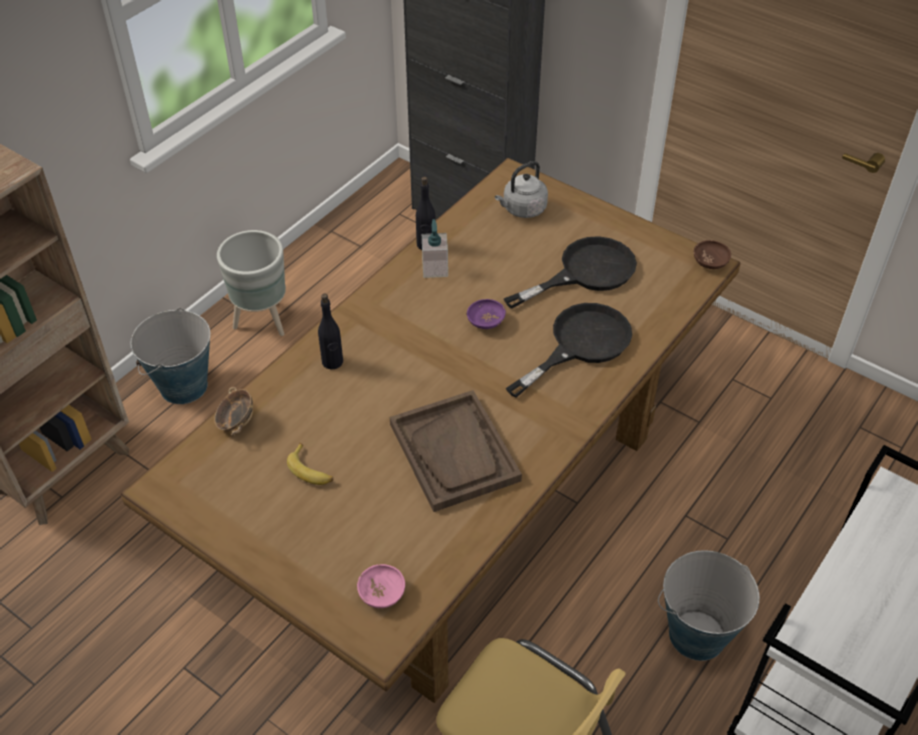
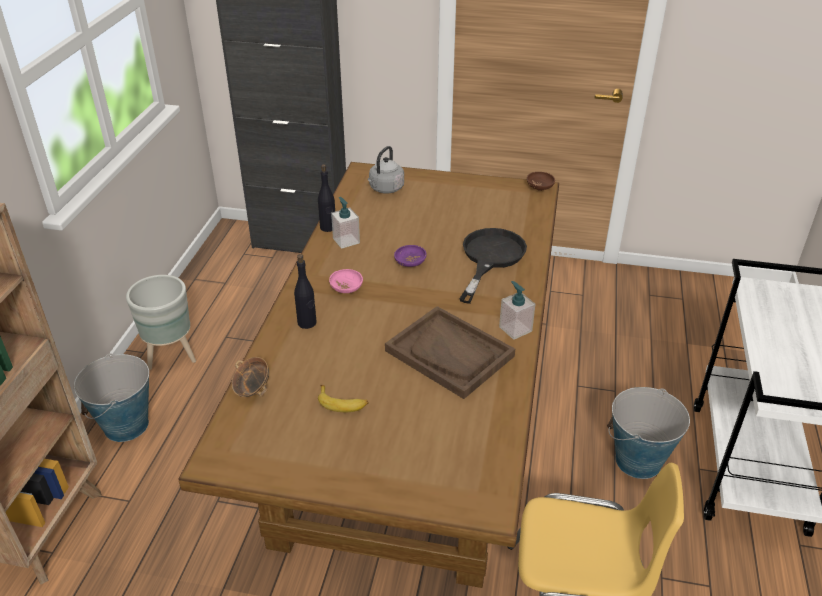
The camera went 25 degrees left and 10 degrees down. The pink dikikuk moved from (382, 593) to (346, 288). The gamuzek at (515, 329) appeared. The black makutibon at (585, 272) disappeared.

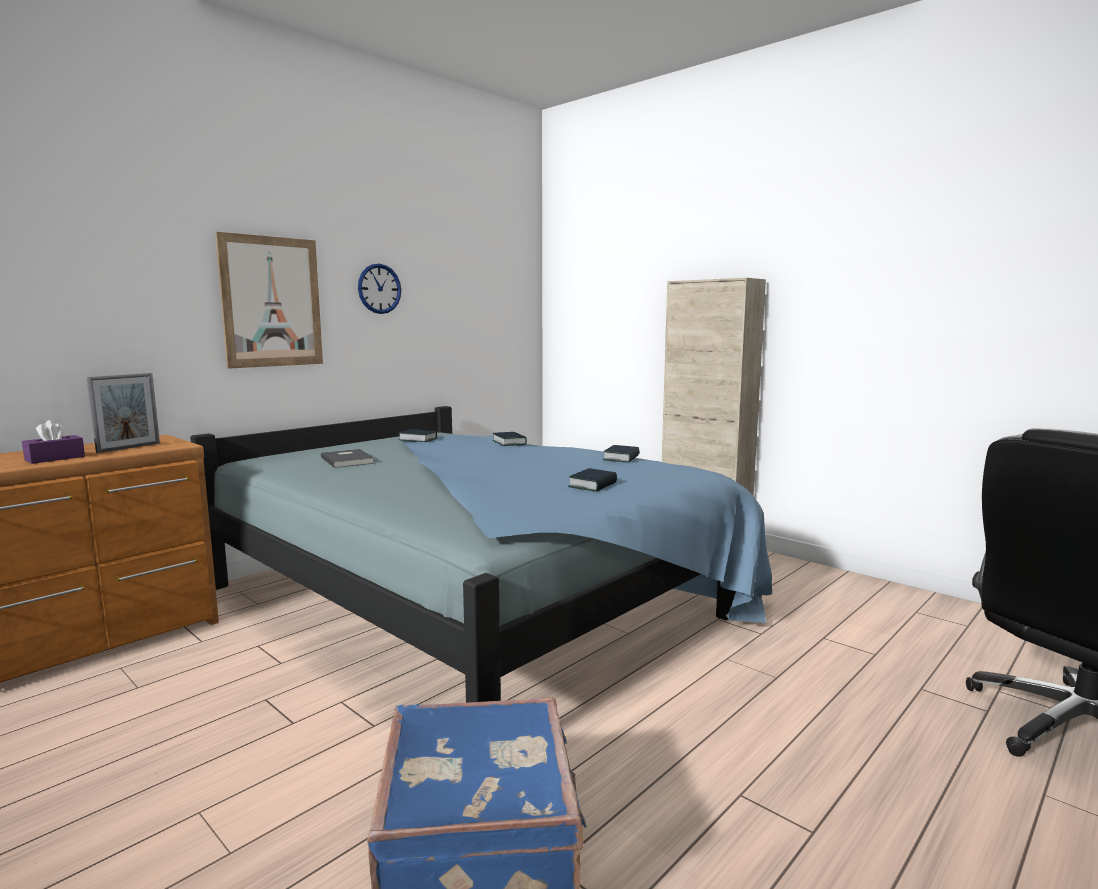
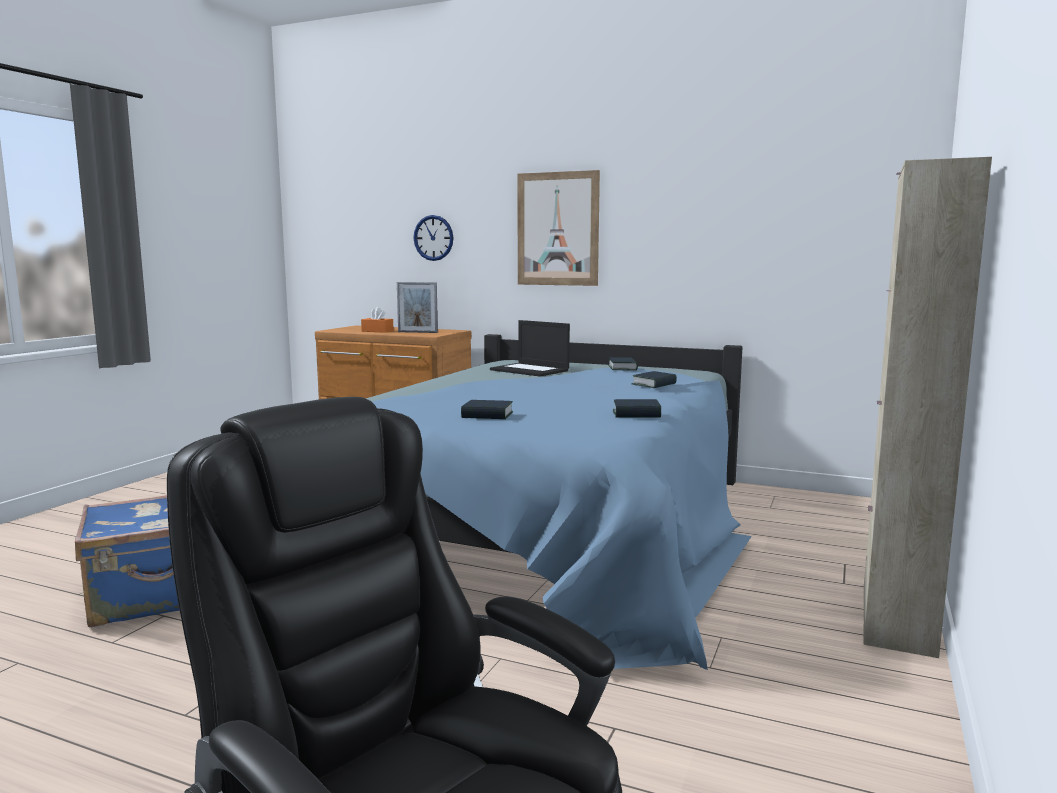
The camera went 70 degrees right and 0 degrees up. The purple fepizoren at (55, 458) became the orange fepizoren at (377, 331). The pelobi moved from (379, 288) to (433, 238). The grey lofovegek at (348, 460) was replaced by the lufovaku at (530, 370).

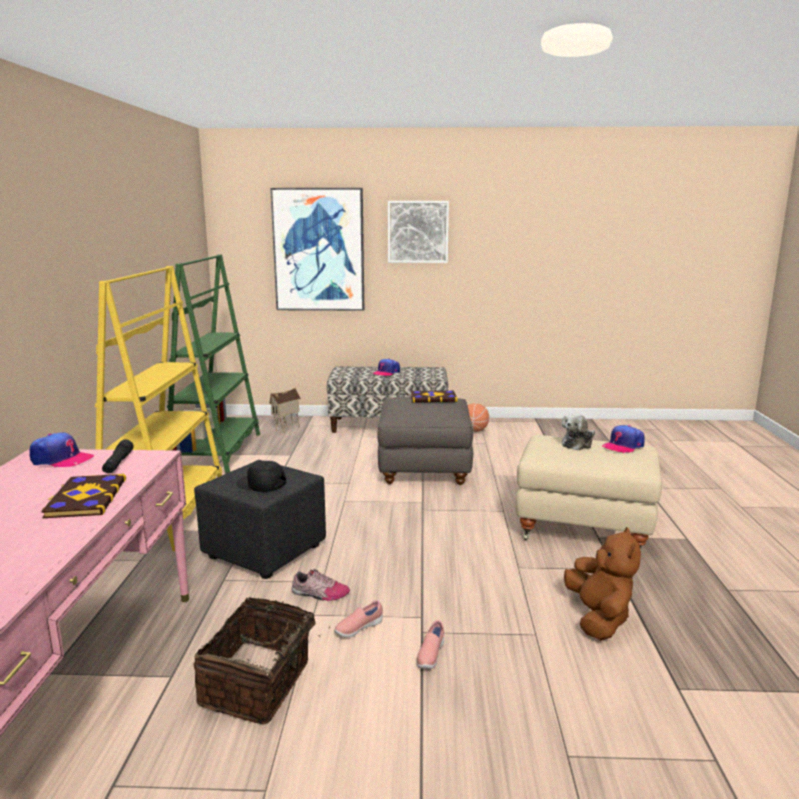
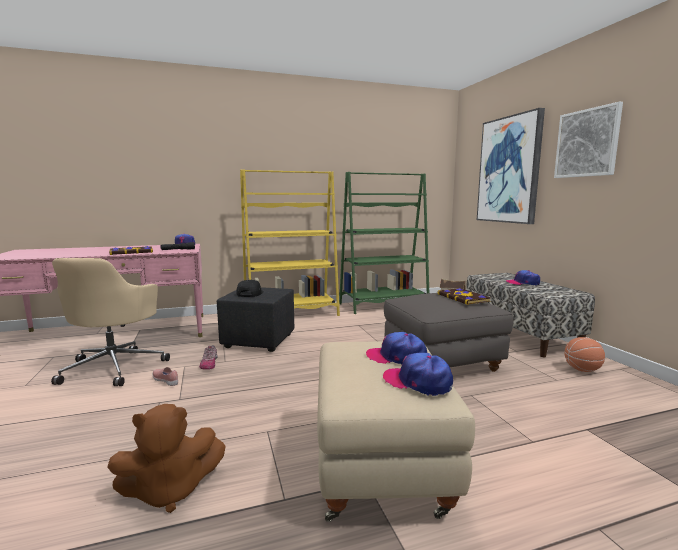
The camera went 70 degrees right and 5 degrees down. The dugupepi at (259, 684) was replaced by the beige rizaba at (115, 367). The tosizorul at (578, 444) was replaced by the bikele at (396, 357). The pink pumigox at (430, 656) disappeared.

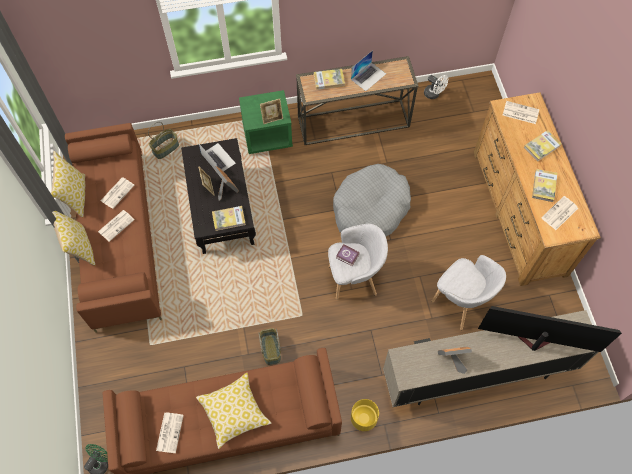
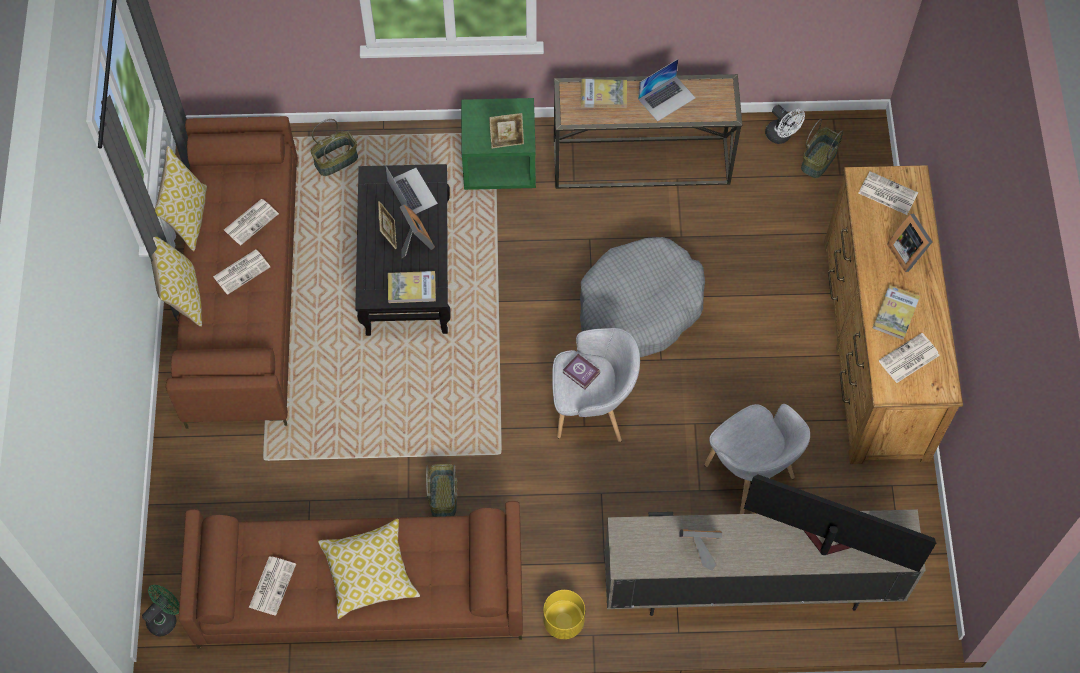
The camera went 10 degrees right and 0 degrees up. The dugupepi at (818, 159) appeared. The lofovegek at (542, 146) was replaced by the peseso at (908, 252).

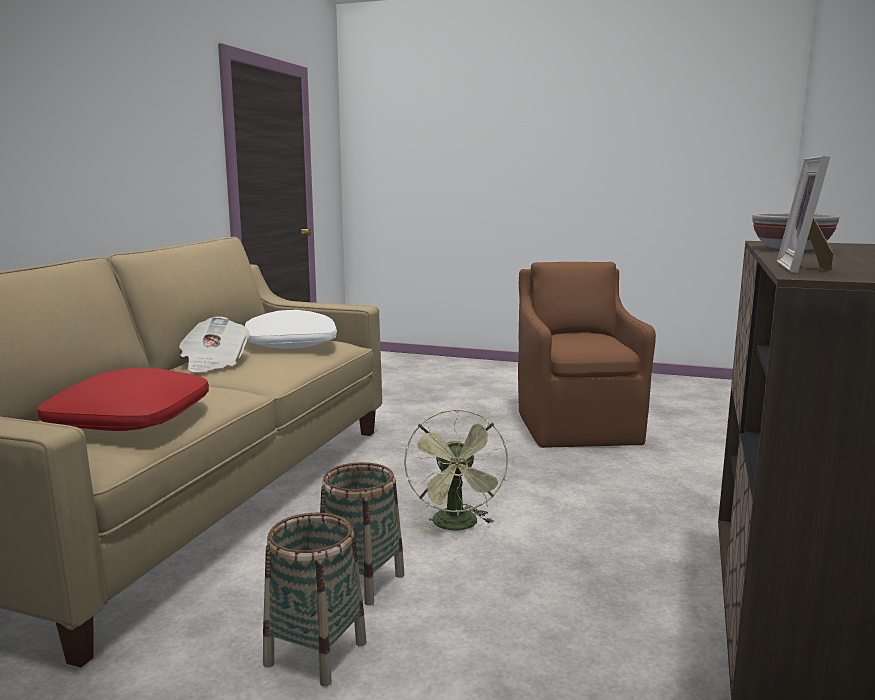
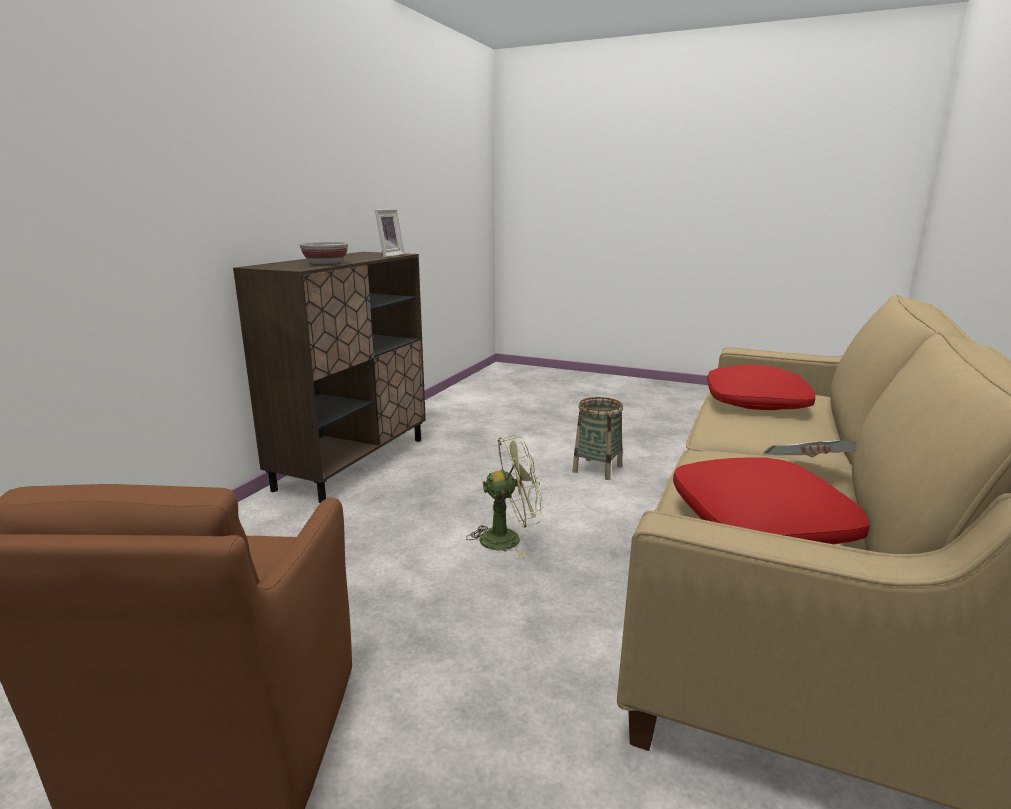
The camera went 175 degrees left and 5 degrees up. The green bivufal at (458, 526) turned 75 degrees clockwise. The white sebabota at (290, 343) became the red sebabota at (762, 521). The dugupepi at (361, 581) disappeared.

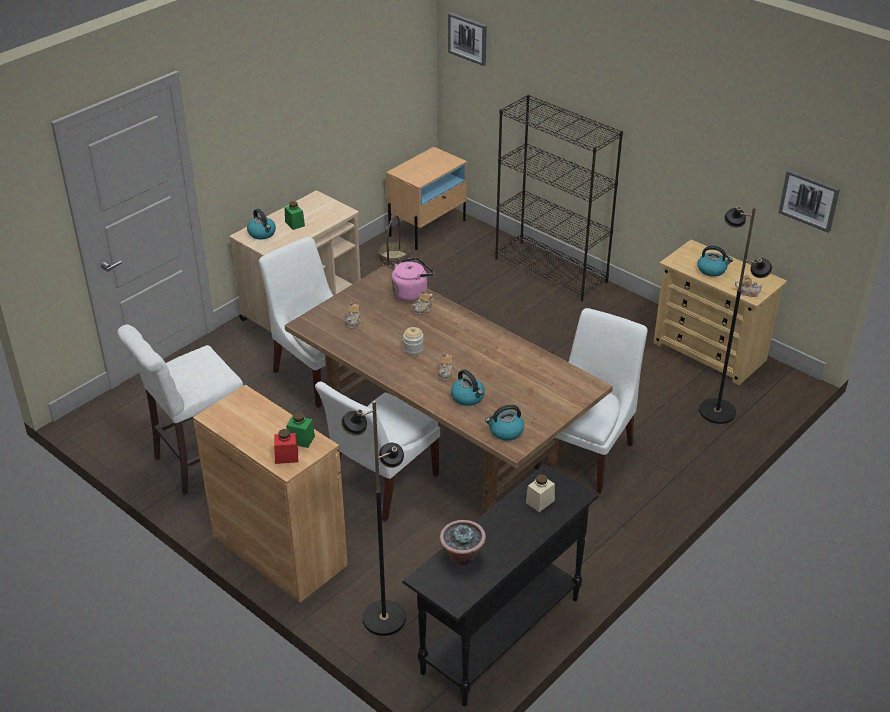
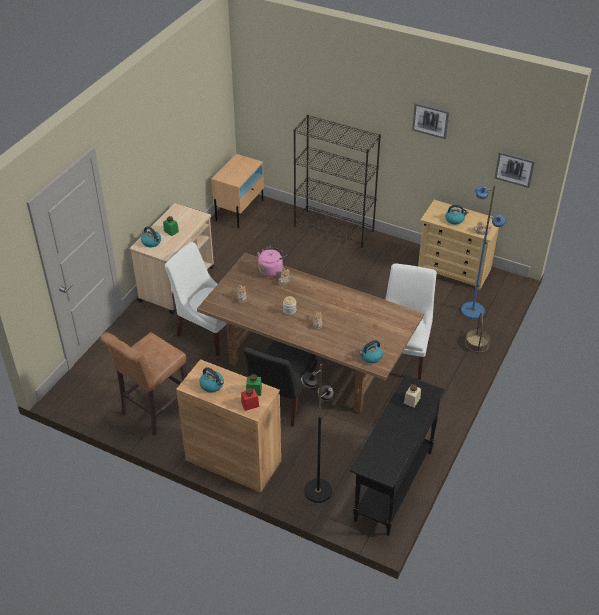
The camera went 15 degrees left and 5 degrees up. The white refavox at (197, 463) became the brown refavox at (153, 412). The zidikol moved from (468, 397) to (212, 385). The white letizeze at (380, 484) became the black letizeze at (280, 401). The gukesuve moved from (467, 38) to (431, 120). The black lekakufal at (717, 411) became the blue lekakufal at (472, 310). The dugupepi moved from (394, 259) to (477, 343). The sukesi at (462, 555) disappeared.

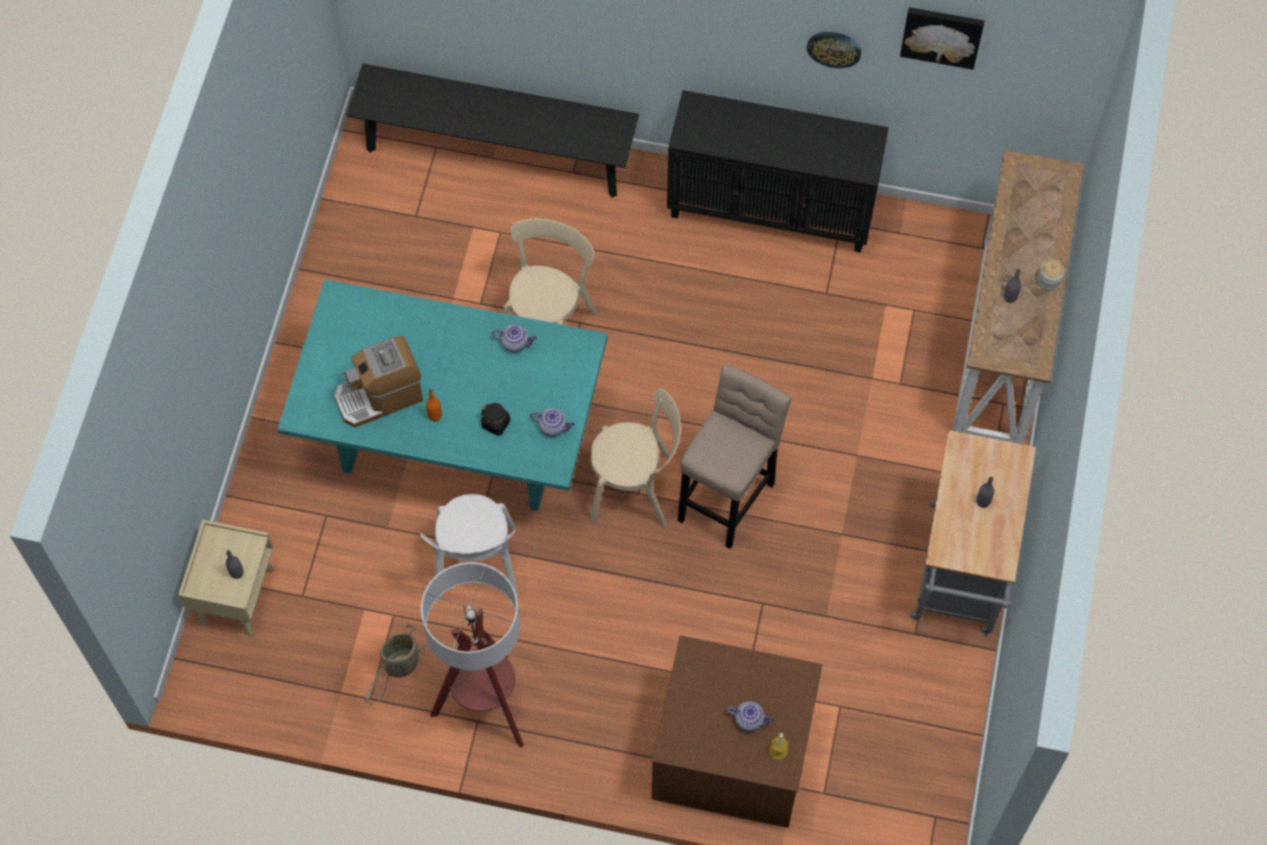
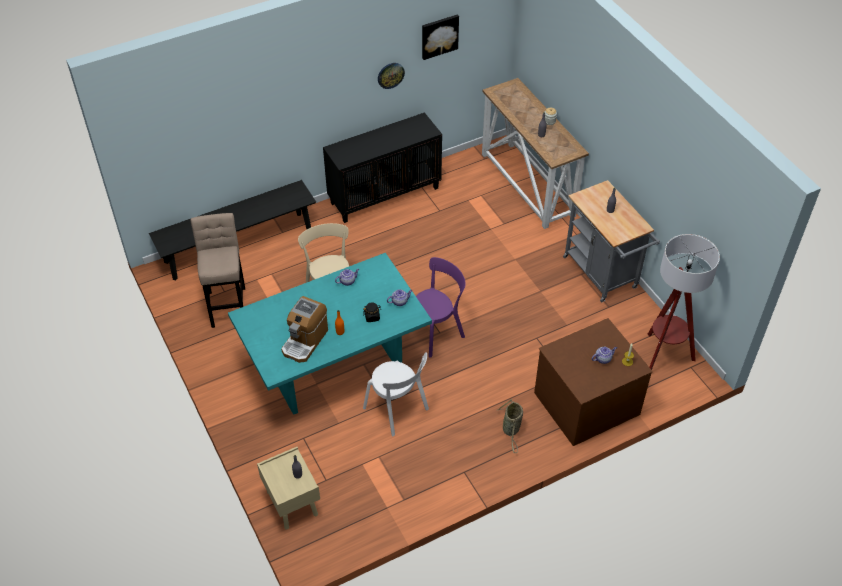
The camera went 40 degrees left and 15 degrees down. The beige refavox moved from (728, 496) to (228, 304). The beige letizeze at (635, 488) became the purple letizeze at (436, 331). The dugupepi moved from (400, 667) to (511, 430). The lekakufal moved from (486, 705) to (663, 356).

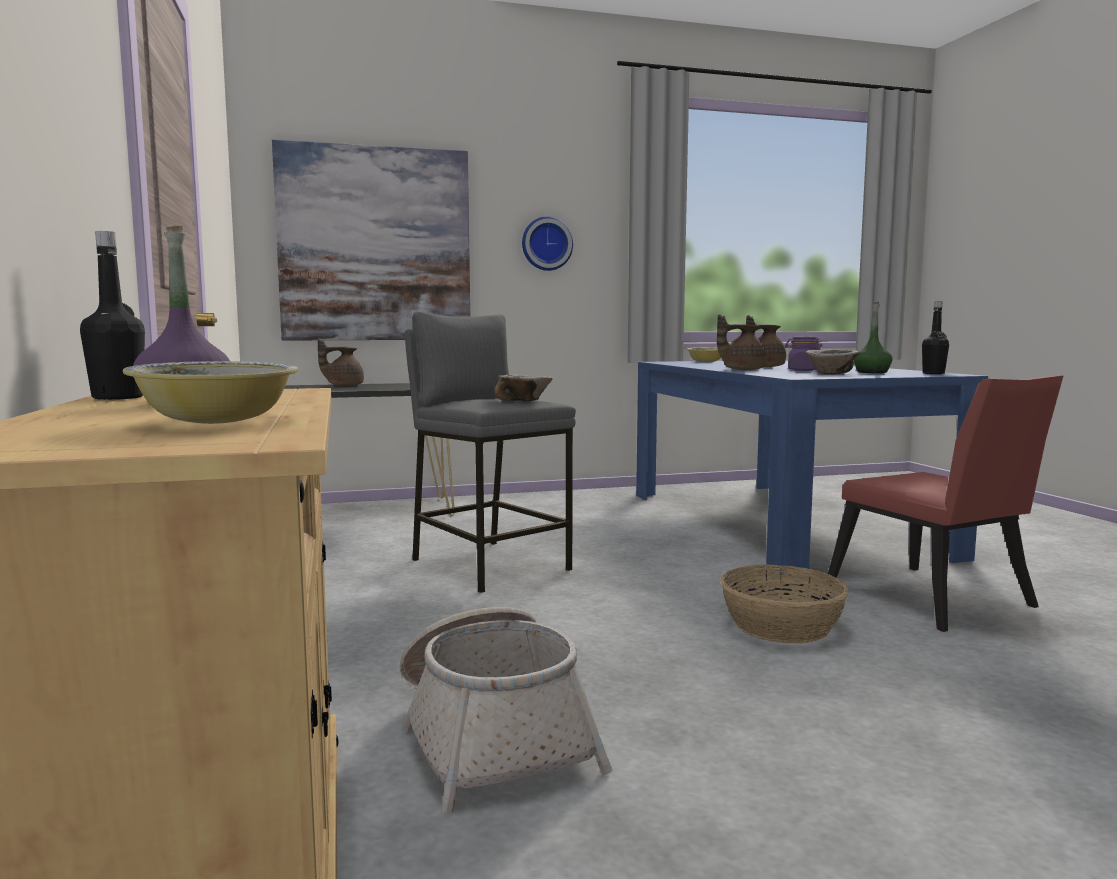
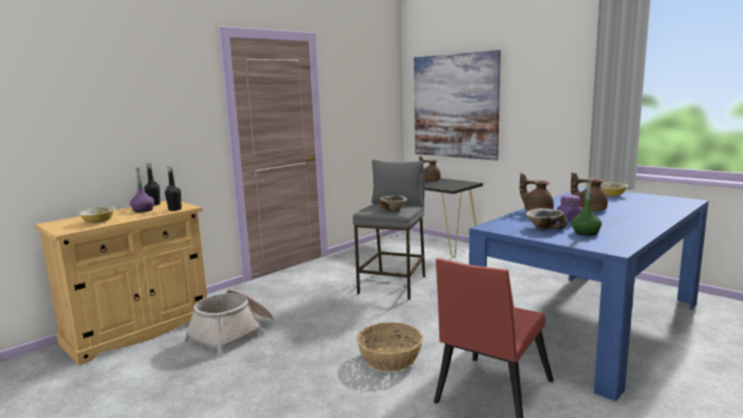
The camera went 60 degrees right and 5 degrees up. The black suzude moved from (933, 373) to (175, 209). The pelobi at (546, 244) disappeared.

